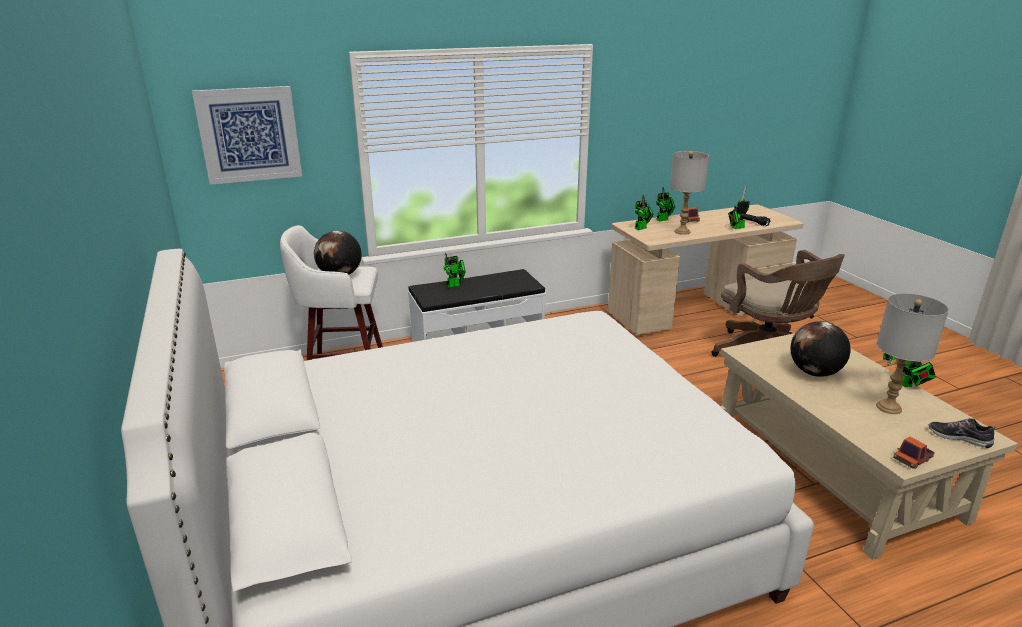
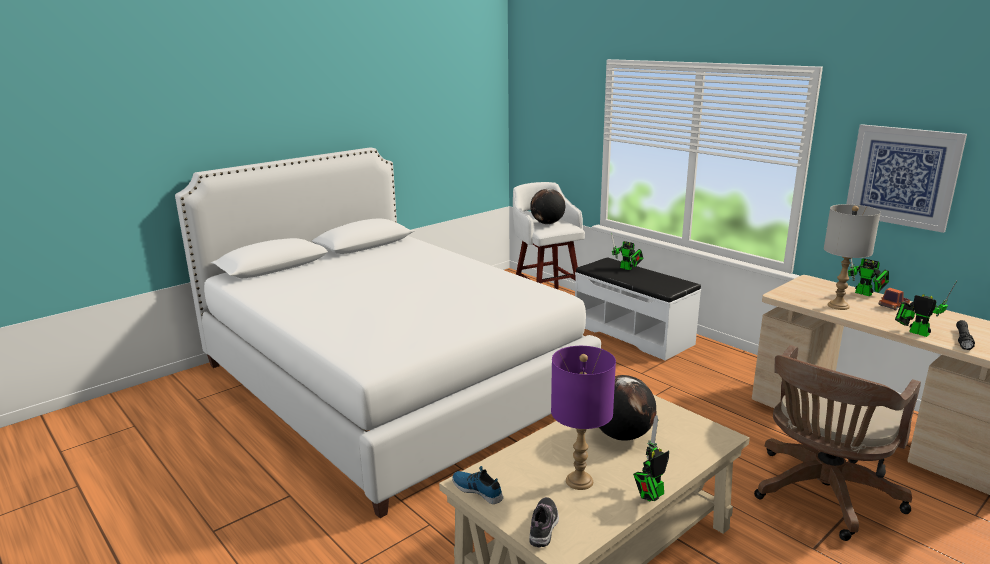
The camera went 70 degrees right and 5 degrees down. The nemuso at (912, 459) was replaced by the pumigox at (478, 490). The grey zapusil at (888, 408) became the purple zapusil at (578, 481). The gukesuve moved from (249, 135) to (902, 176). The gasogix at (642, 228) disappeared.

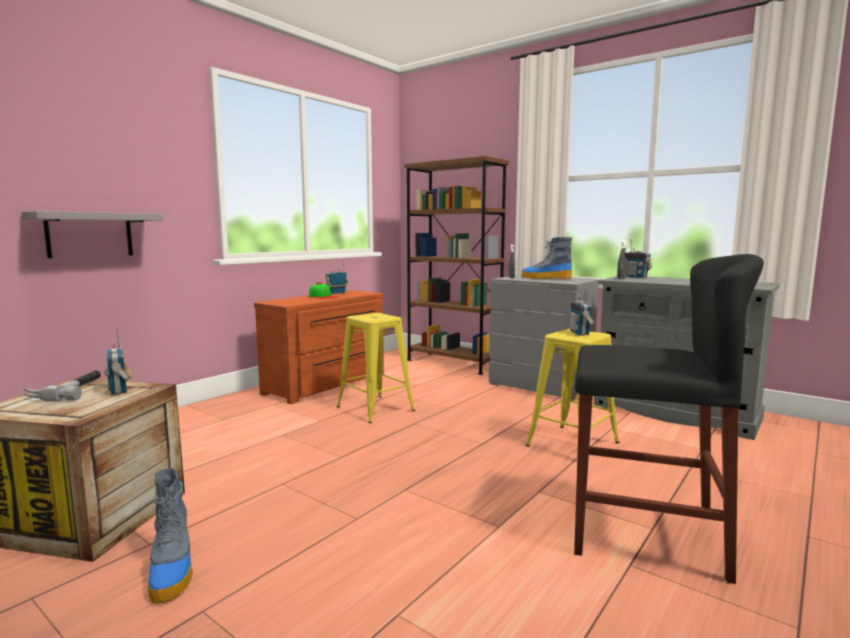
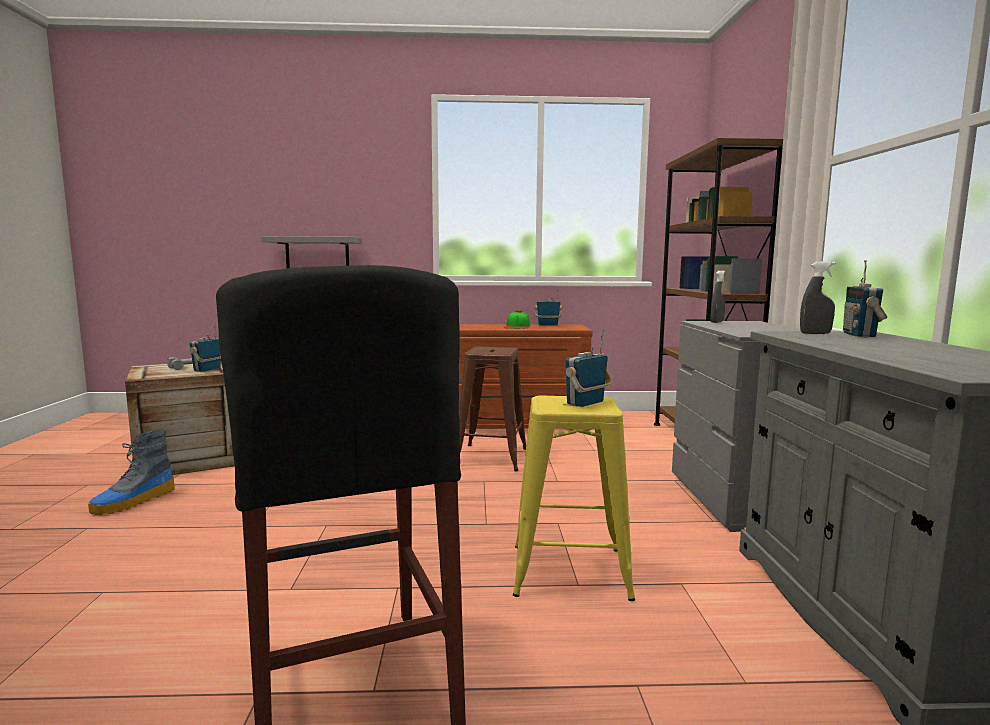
The camera went 50 degrees right and 0 degrees up. The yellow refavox at (375, 409) became the brown refavox at (491, 457). The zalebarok at (545, 278) disappeared.

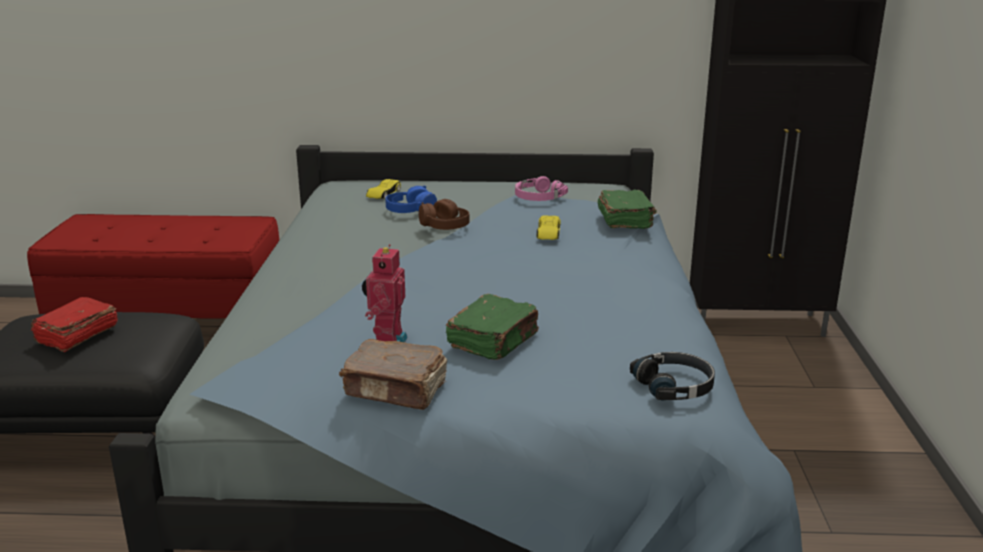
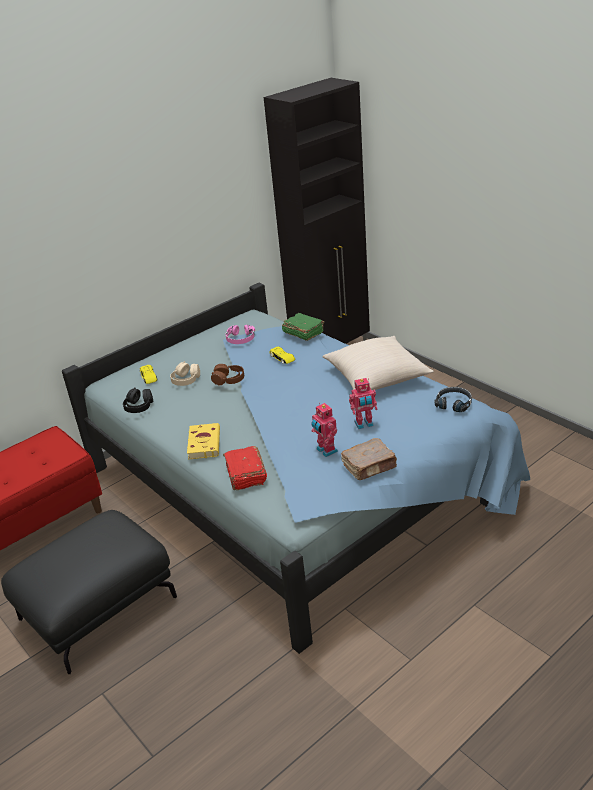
The camera went 40 degrees left and 10 degrees up. The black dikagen at (139, 406) appeared. The blue dikagen at (410, 211) became the beige dikagen at (186, 380). The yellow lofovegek at (204, 443) appeared. The red lofovegek moved from (76, 336) to (245, 475). The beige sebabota at (376, 377) appeared. The green lofovegek at (494, 341) was replaced by the gasogix at (364, 424).

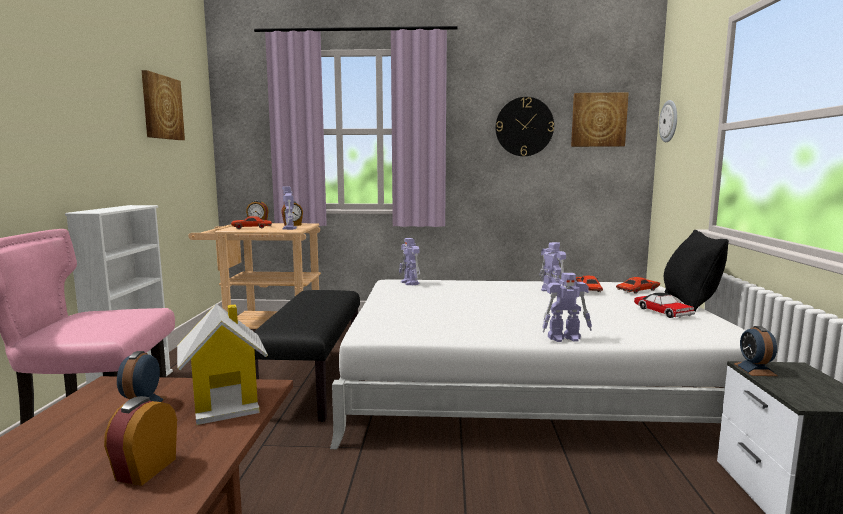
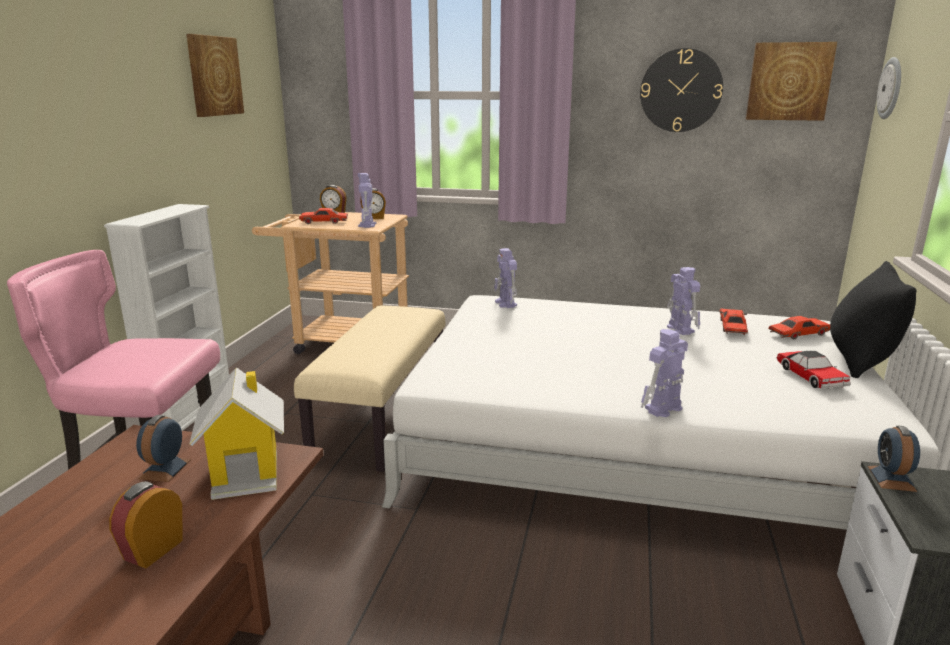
The camera went 10 degrees right and 10 degrees up. The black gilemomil at (314, 381) became the beige gilemomil at (383, 417). The gasogix at (565, 338) turned 135 degrees clockwise.

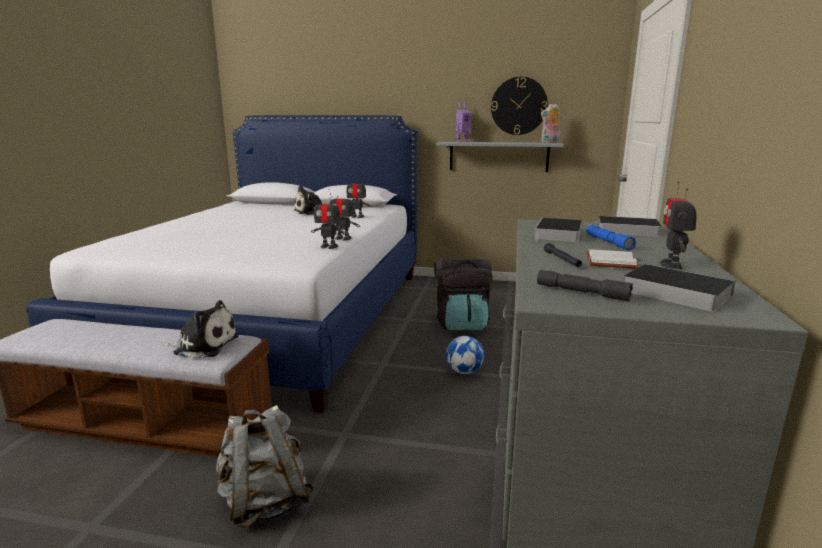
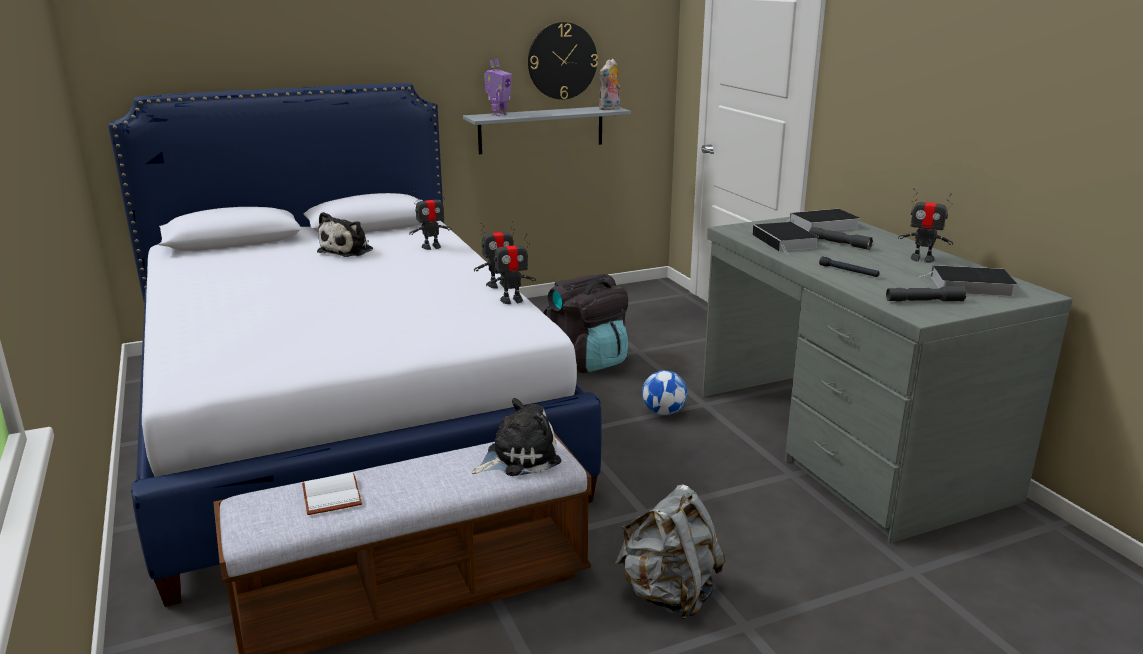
The camera went 35 degrees left and 5 degrees up. The white lofovegek moved from (609, 261) to (329, 495). The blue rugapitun at (608, 242) became the grey rugapitun at (839, 243). The gasogix at (671, 265) turned 45 degrees counterclockwise.

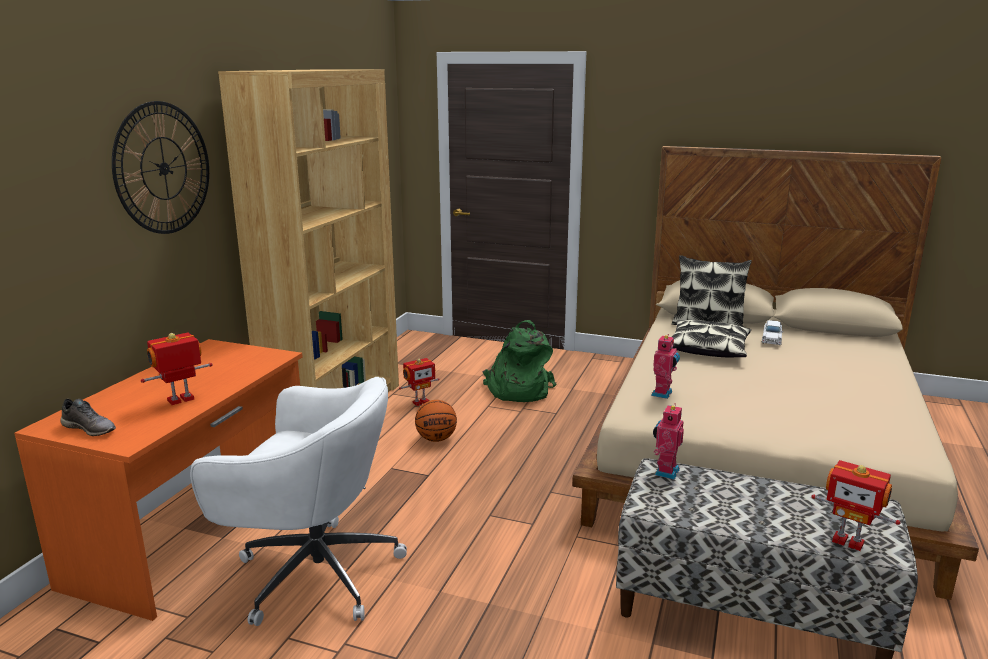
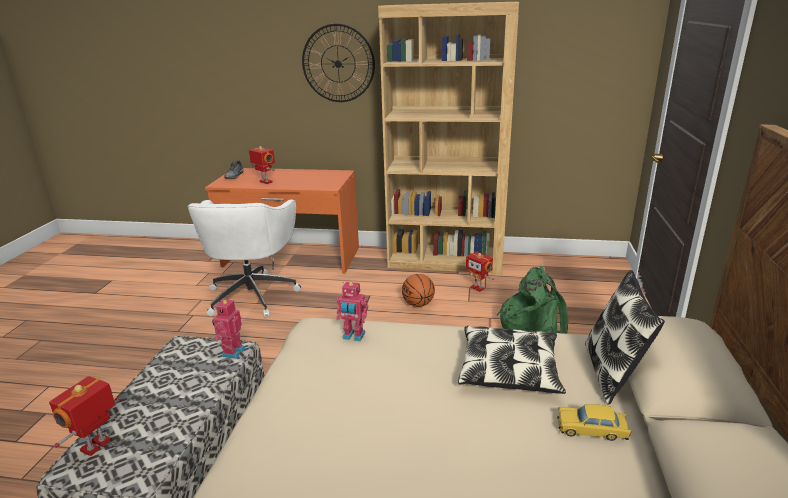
The camera went 80 degrees right and 5 degrees up. The gasogix at (665, 471) turned 90 degrees counterclockwise. The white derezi at (771, 339) became the yellow derezi at (592, 430).

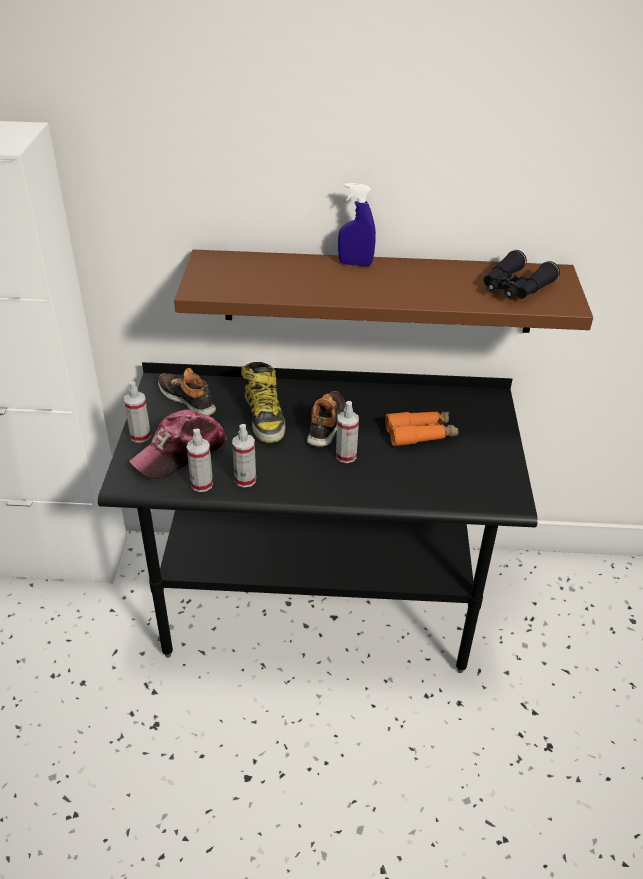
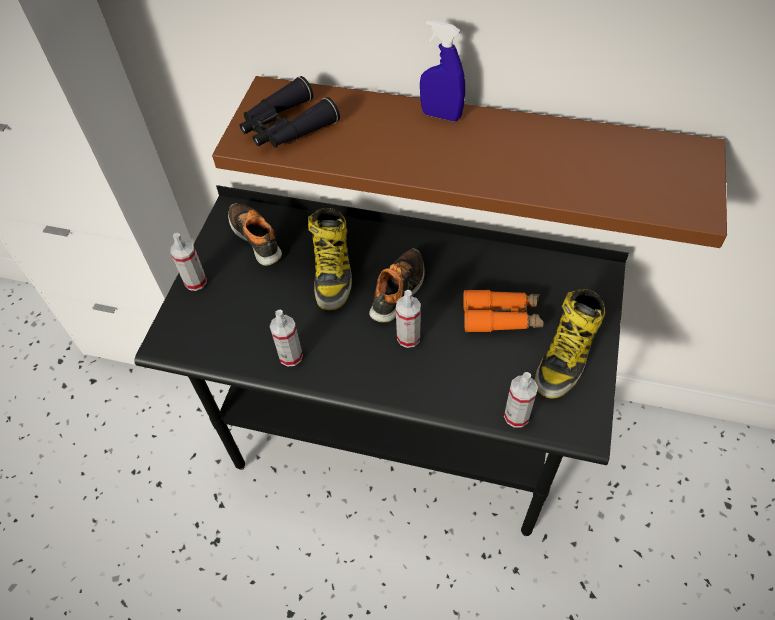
The camera went 15 degrees right and 15 degrees up. The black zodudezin moved from (515, 288) to (286, 127). The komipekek moved from (202, 484) to (516, 416). The zalebarok at (566, 355) appeared. The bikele at (180, 452) disappeared.

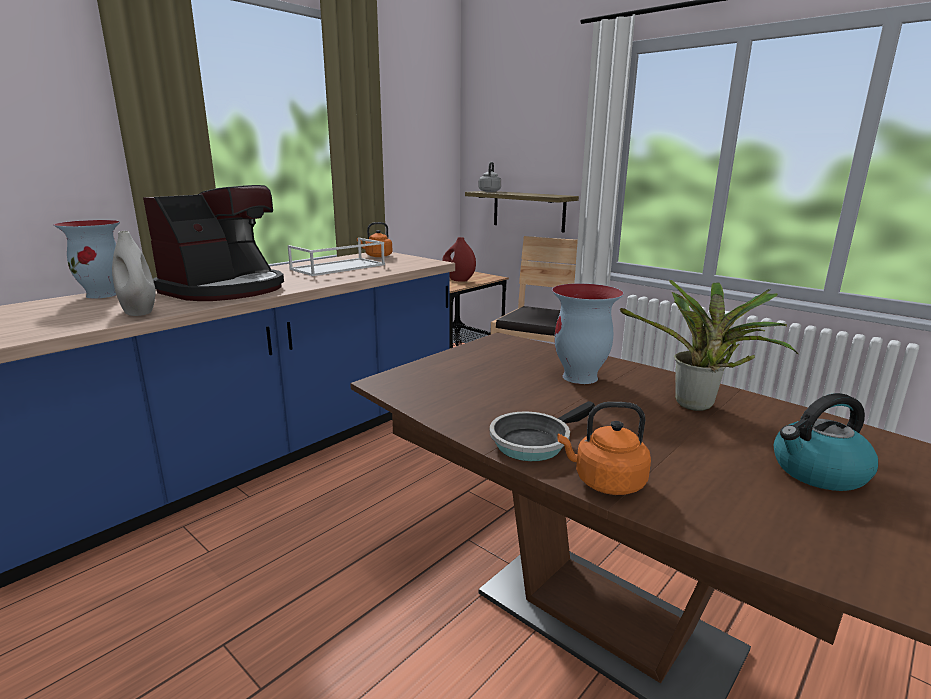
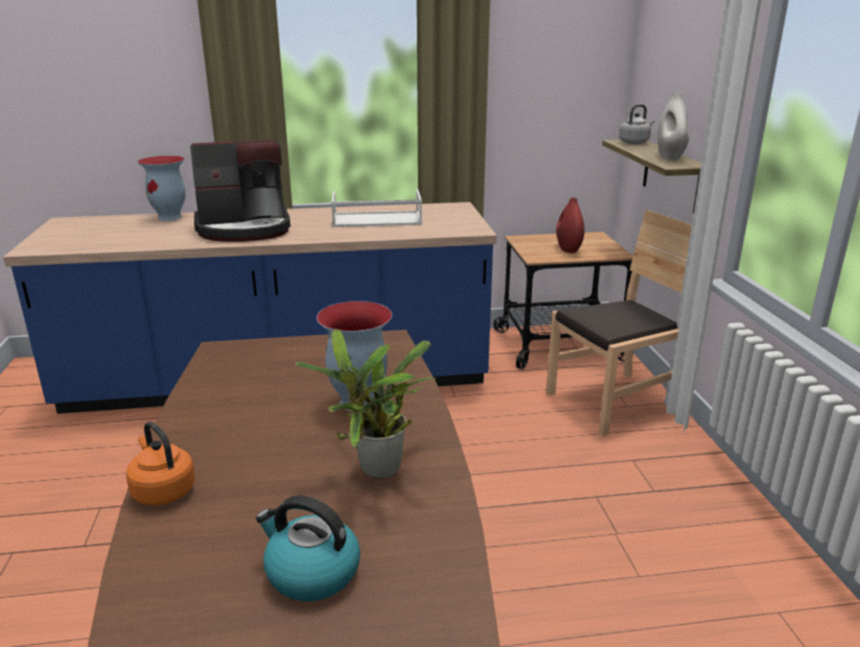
The camera went 40 degrees right and 5 degrees up. The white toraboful moved from (139, 312) to (670, 157). The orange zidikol at (377, 256) disappeared. The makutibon at (533, 442) disappeared.

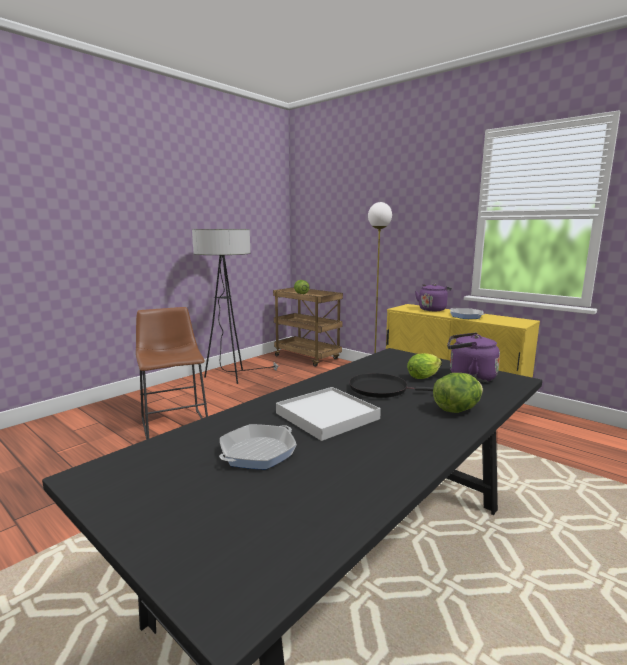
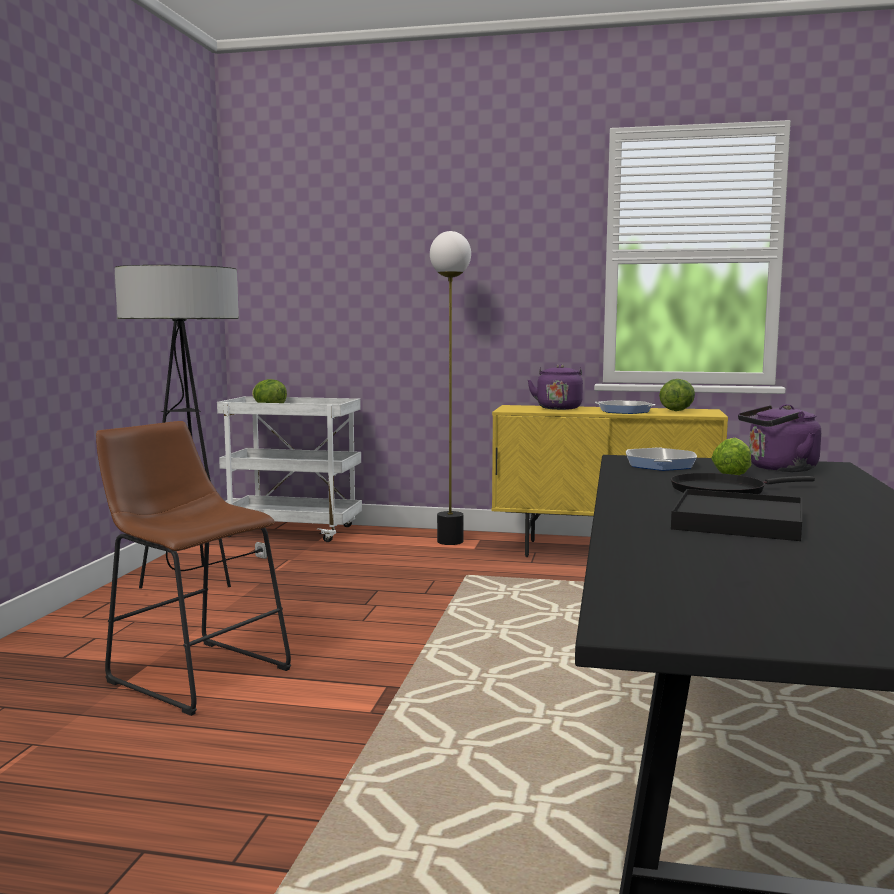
The camera went 30 degrees left and 5 degrees down. The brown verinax at (308, 358) became the white verinax at (295, 531). The makutibon moved from (258, 452) to (660, 465). The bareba moved from (457, 409) to (677, 410). The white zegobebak at (327, 416) became the black zegobebak at (737, 521).

